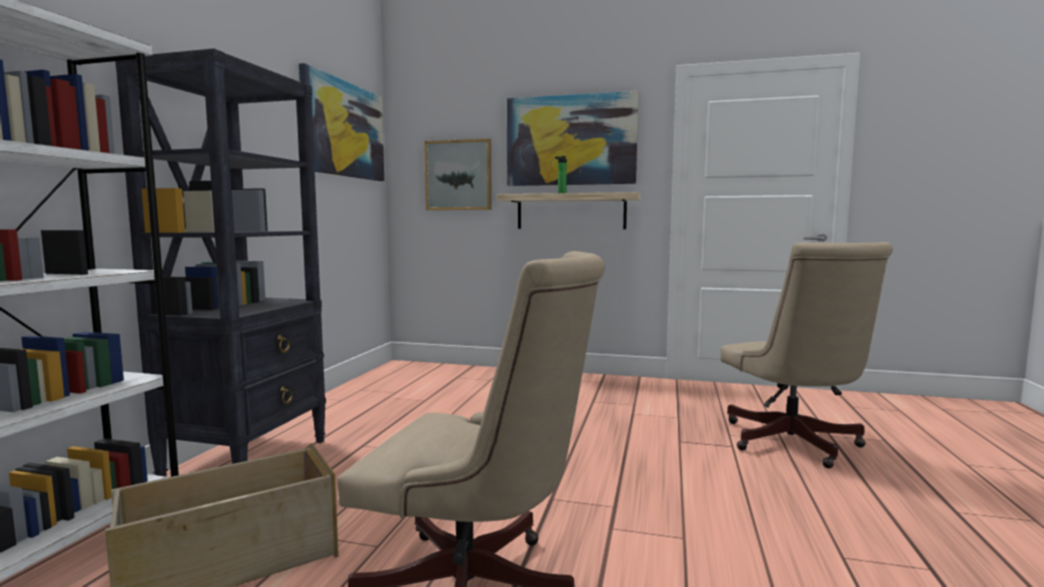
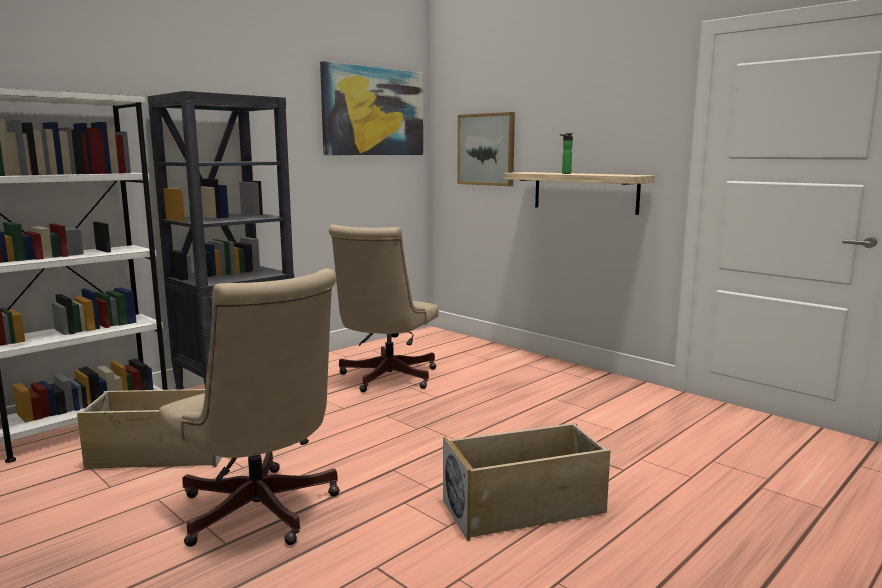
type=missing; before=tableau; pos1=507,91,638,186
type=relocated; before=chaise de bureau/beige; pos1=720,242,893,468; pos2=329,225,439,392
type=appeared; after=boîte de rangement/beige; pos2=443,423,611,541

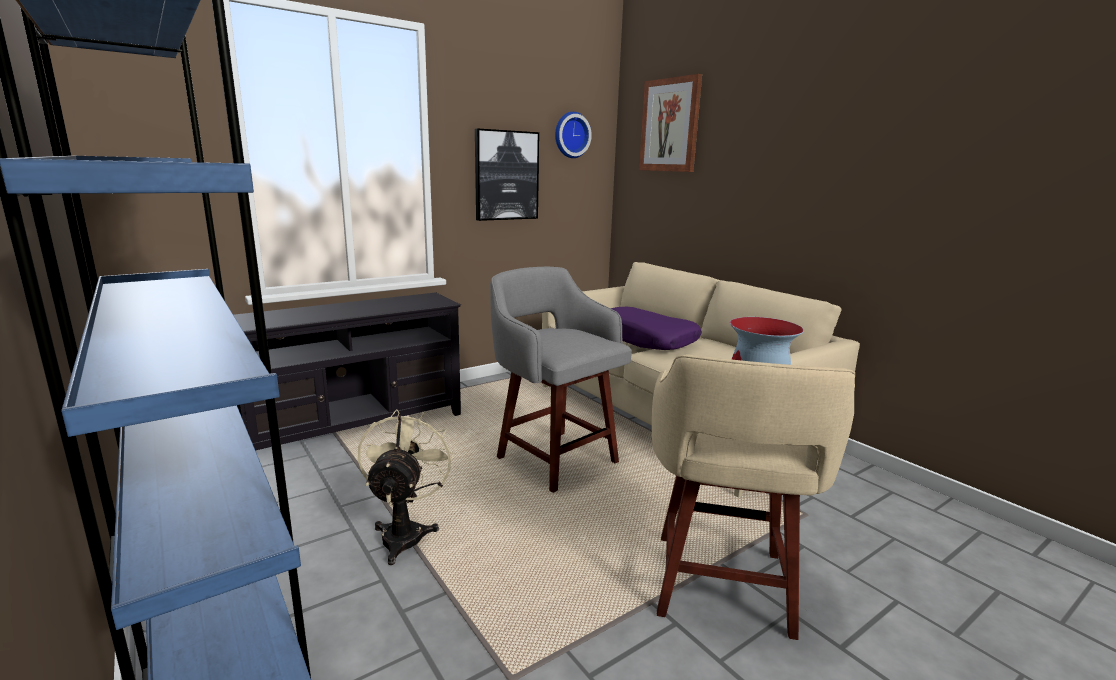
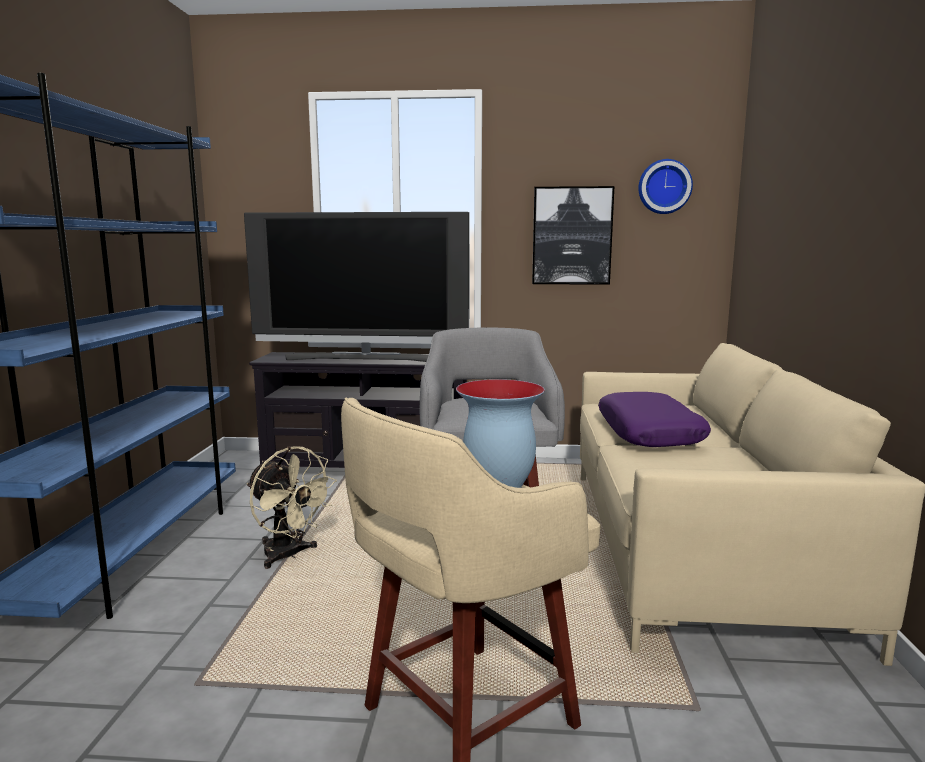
type=spun; before=ventilateur/beige; pos1=358,409,454,565; pos2=247,446,337,569; turn=90
type=missing; before=tableau; pos1=639,74,702,172
type=appeared; after=téléviseur; pos2=244,212,470,362

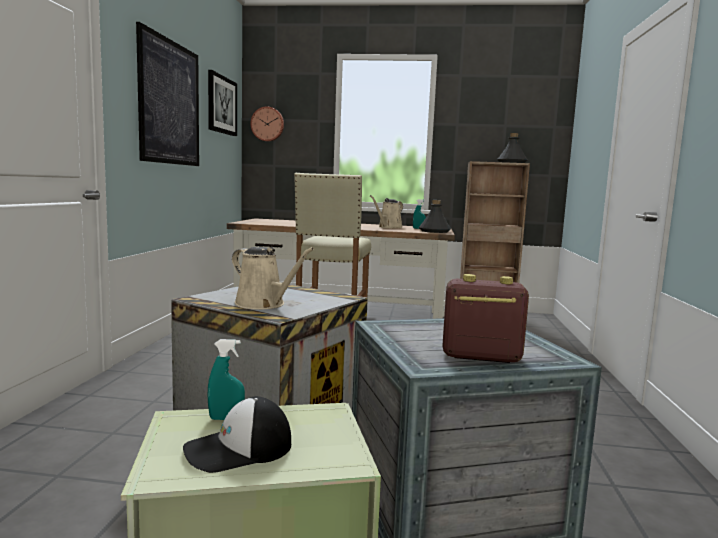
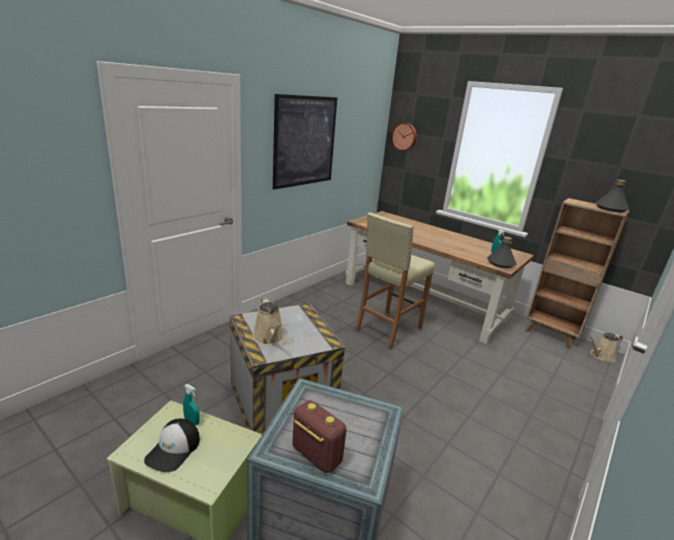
type=spun; before=casquette; pos1=183,396,291,473; pos2=144,419,200,472; turn=-75
type=missing; before=tableau; pos1=208,70,237,136
type=relocated; before=arrosoir/beige; pos1=370,195,403,228; pos2=589,333,623,362

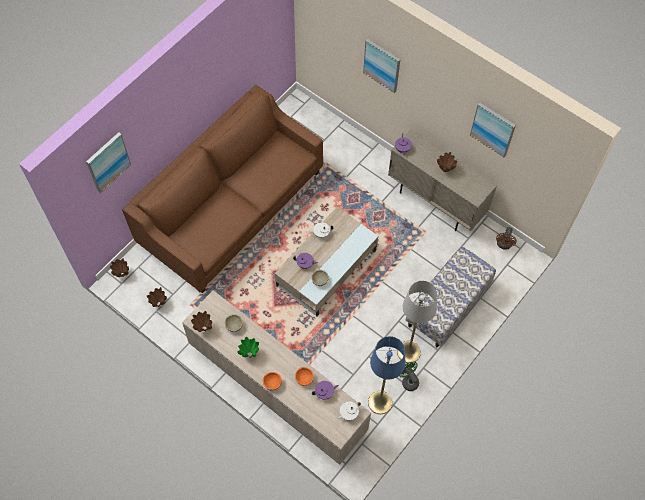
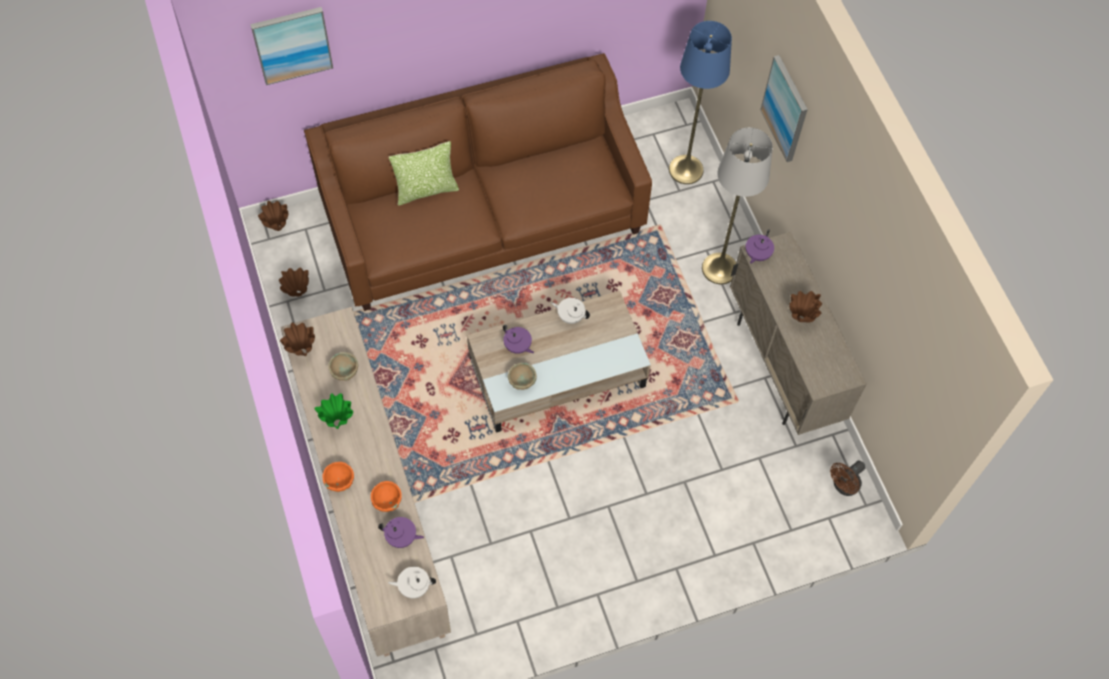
type=relocated; before=lampadaire/bleu; pos1=368,336,405,414; pos2=669,21,732,184
type=relocated; before=lampadaire/gris; pos1=397,281,437,363; pos2=702,127,773,284
type=missing; before=ventilateur/vert; pos1=399,362,419,391
type=missing; before=banc; pos1=406,246,496,347
type=missing; before=tableau; pos1=470,103,516,157
type=appeared; after=coussin; pos2=389,141,459,206

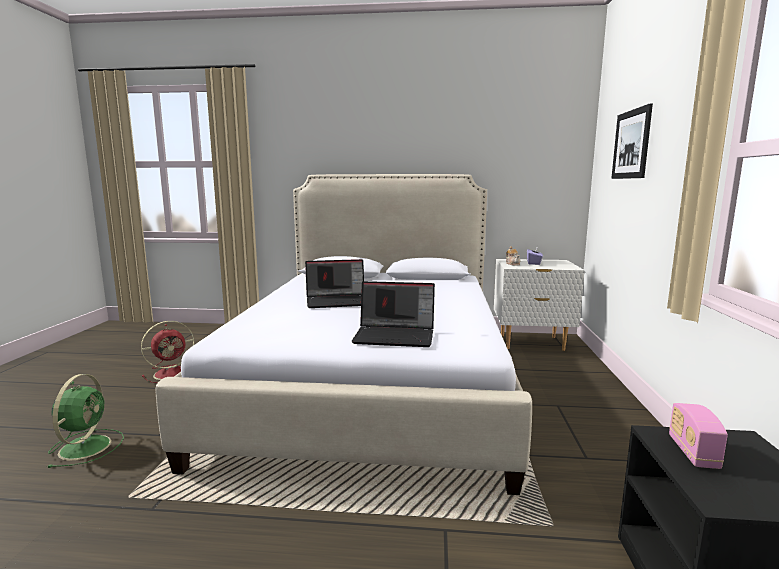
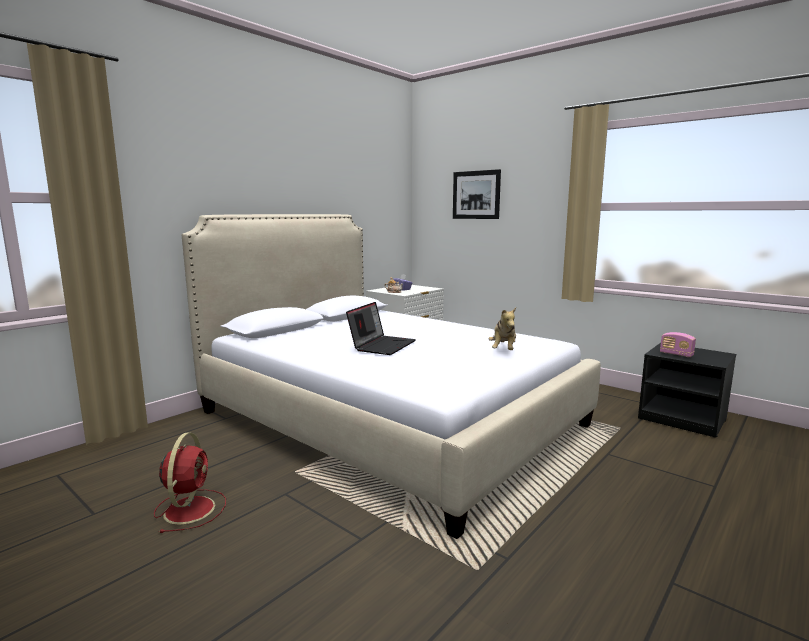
type=missing; before=ventilateur/vert; pos1=48,374,124,468
type=exchanged; before=ordinateur portable; after=peluche; pos1=351,281,435,347; pos2=489,308,516,350

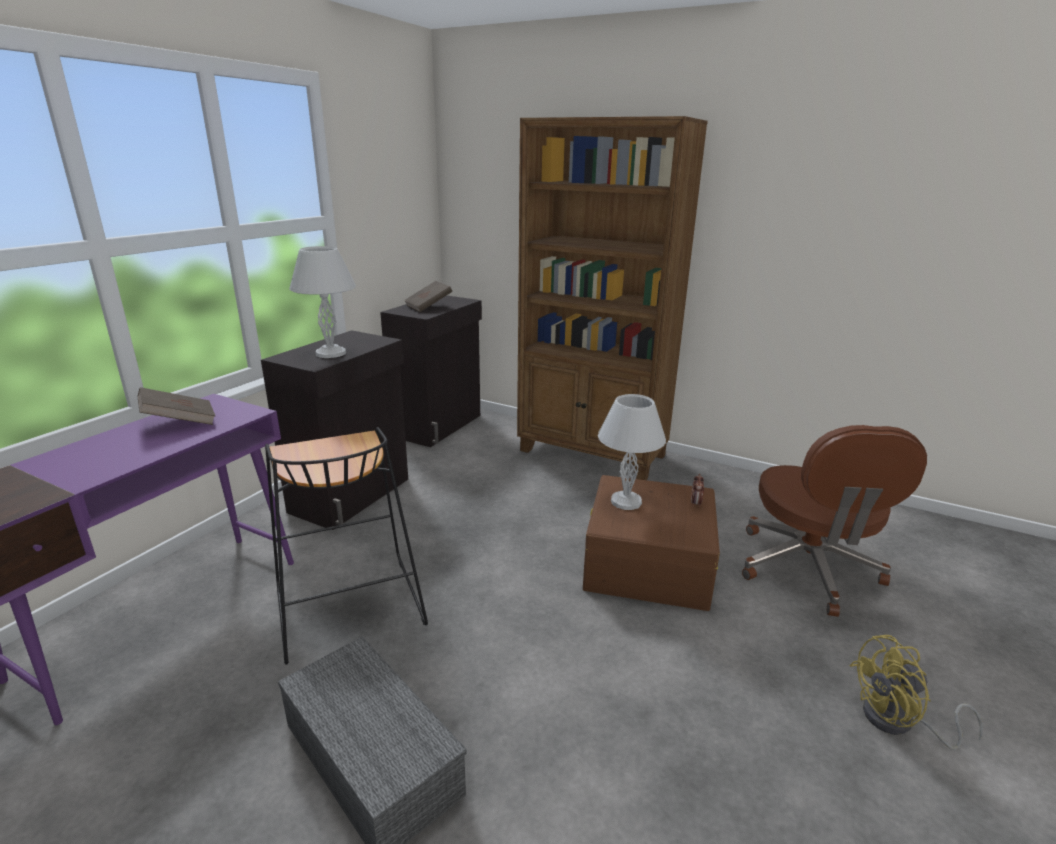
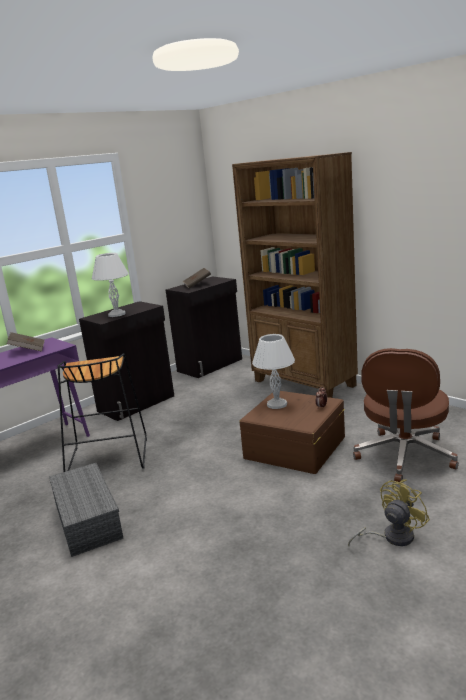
type=spun; before=ventilateur/jaune; pos1=849,635,984,750; pos2=348,479,430,546; turn=135

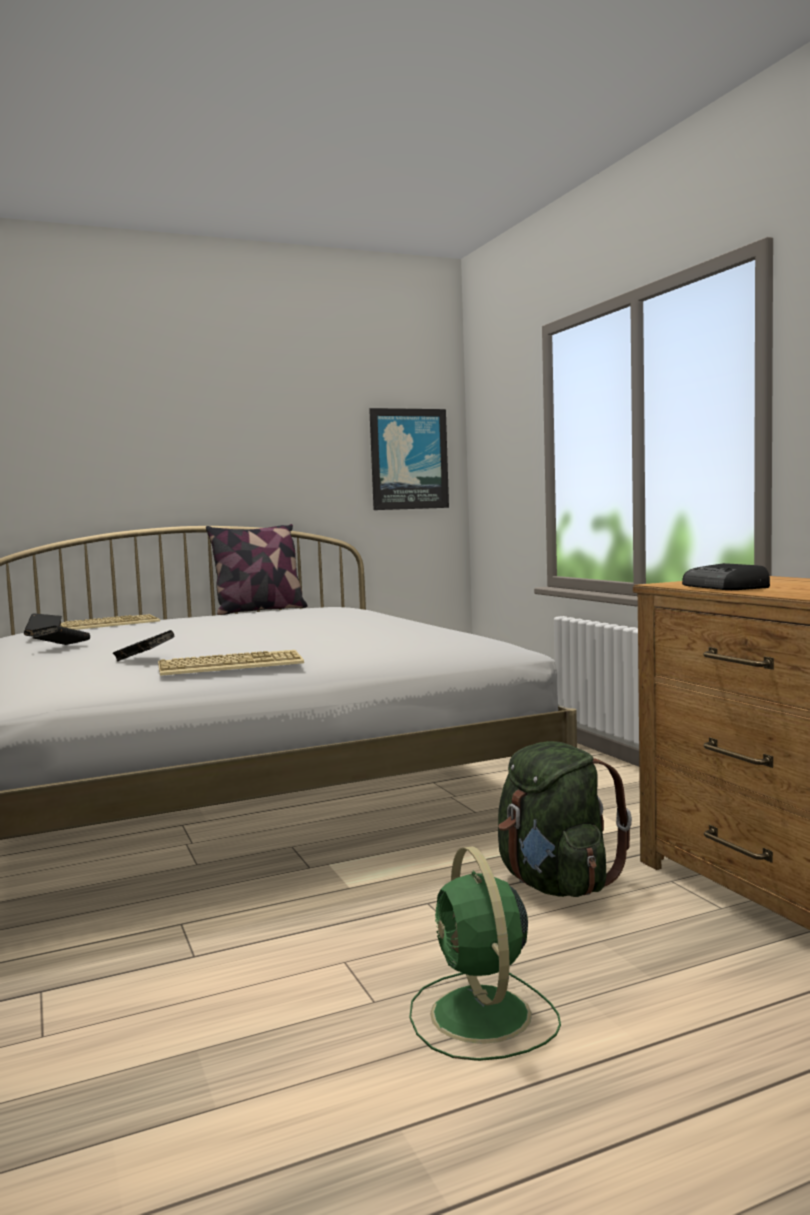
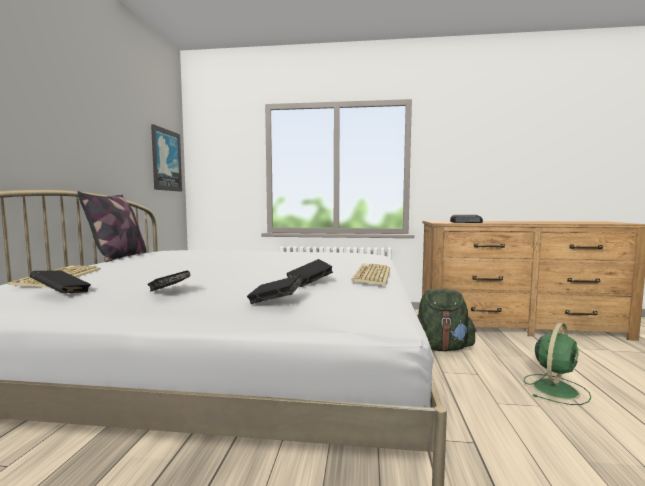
type=spun; before=ventilateur/vert; pos1=409,846,561,1061; pos2=524,323,591,405; turn=-60
type=appeared; after=livre/noir; pos2=247,275,303,304

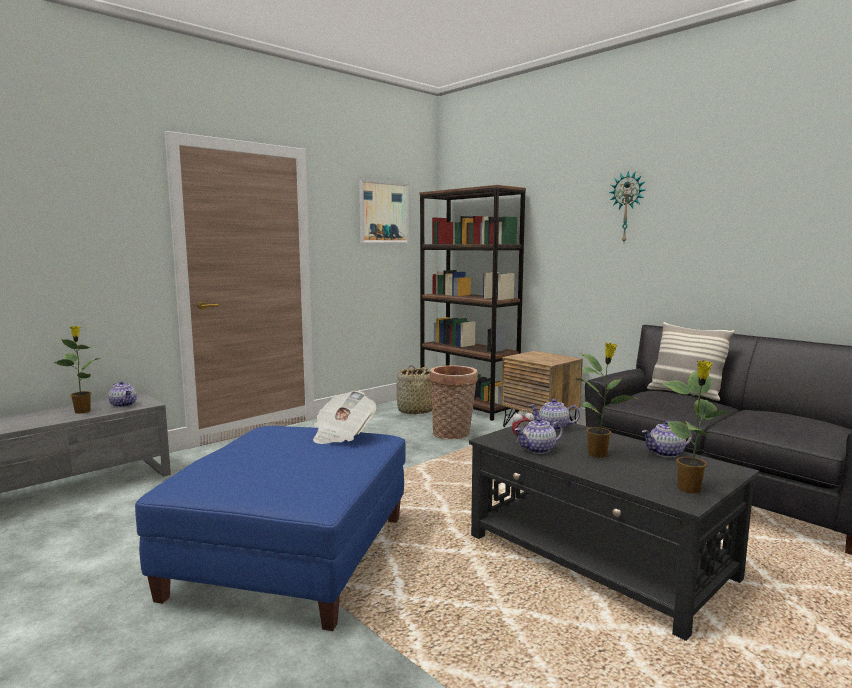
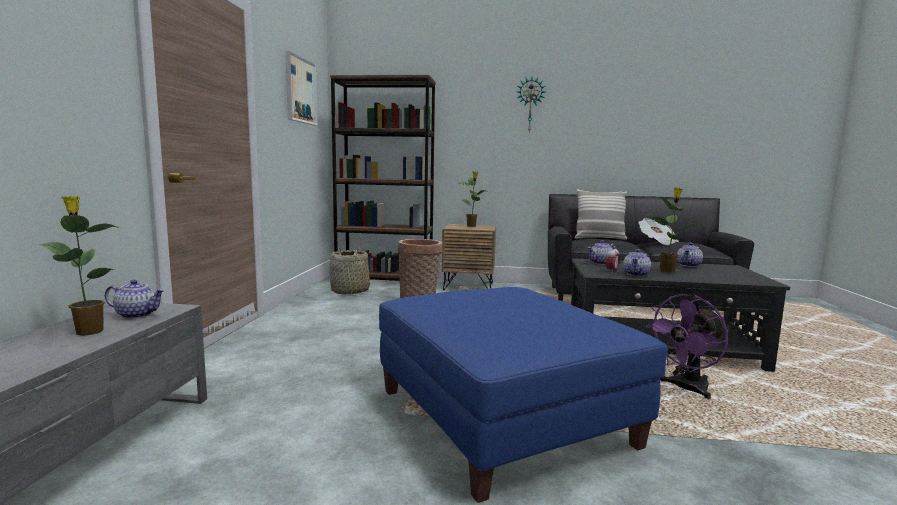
type=relocated; before=journal; pos1=313,391,376,444; pos2=638,218,679,245
type=relocated; before=plante en pot; pos1=662,360,733,494; pos2=458,171,485,227
type=appeared; after=ventilateur/violet; pos2=645,294,728,399

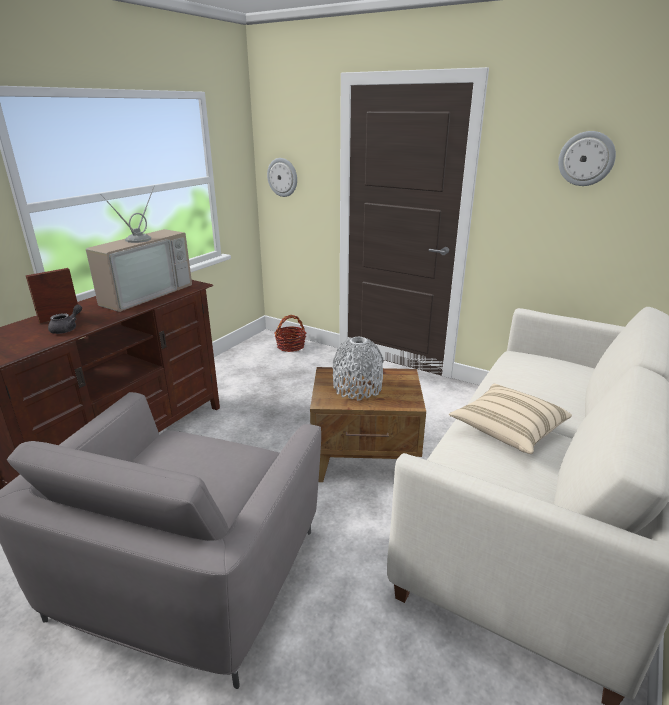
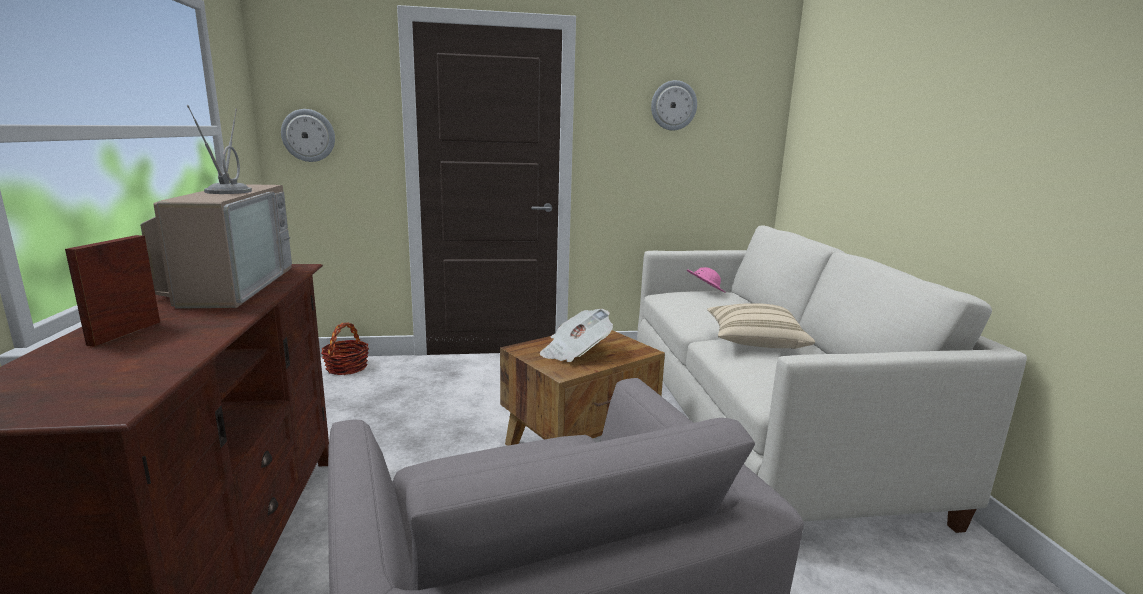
type=missing; before=théière/gris; pos1=48,304,82,334
type=exchanged; before=vase/gris; after=journal; pos1=333,337,383,401; pos2=540,309,613,362
type=appeared; after=chapeau/rose; pos2=687,267,726,293

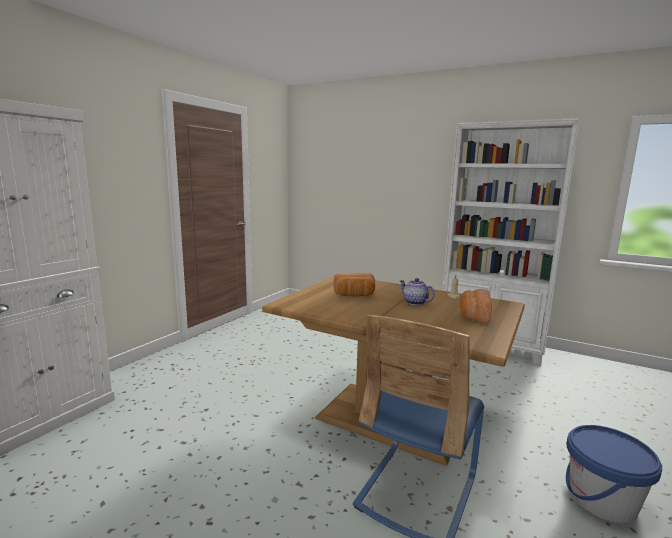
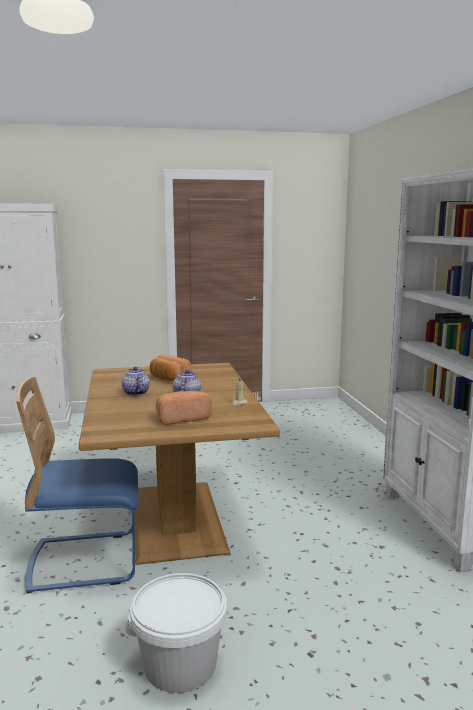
type=colour; before=seau/bleu; after=seau/blanc; pos1=566,425,662,523; pos2=125,573,227,693
type=appeared; after=théière; pos2=122,367,150,396

